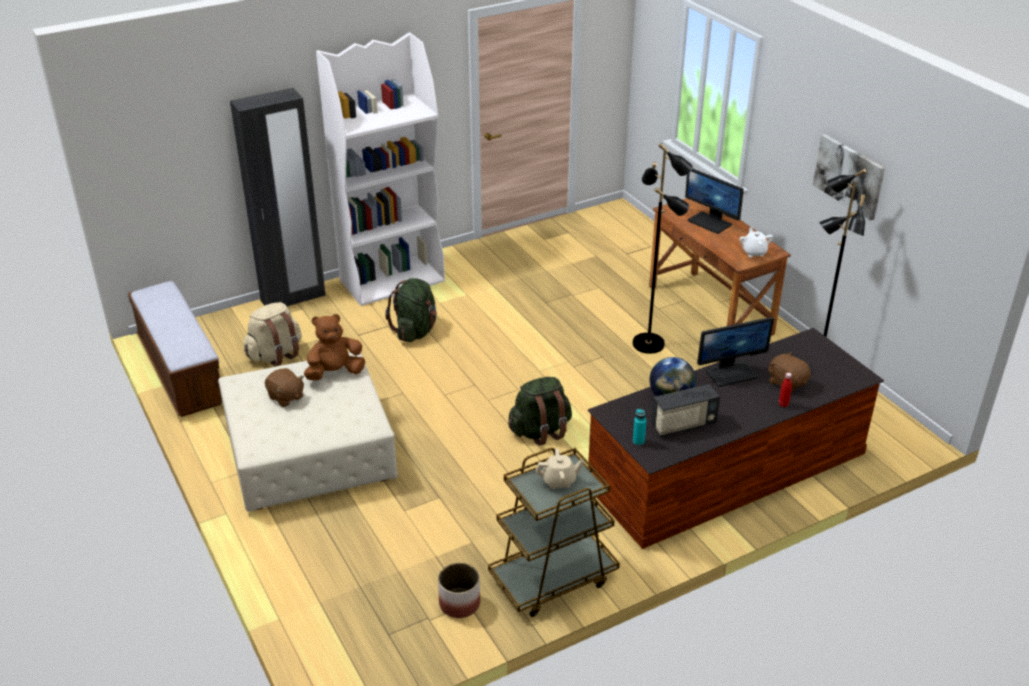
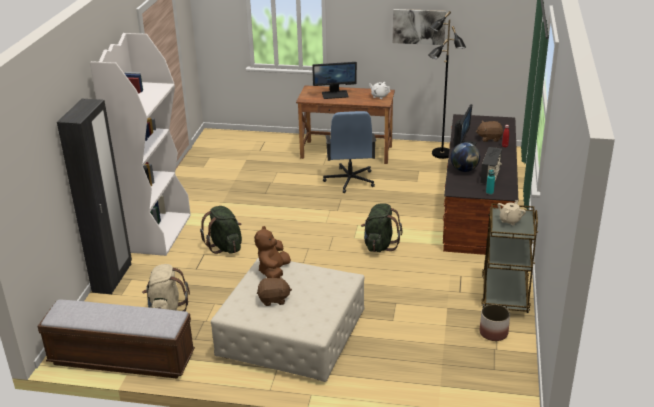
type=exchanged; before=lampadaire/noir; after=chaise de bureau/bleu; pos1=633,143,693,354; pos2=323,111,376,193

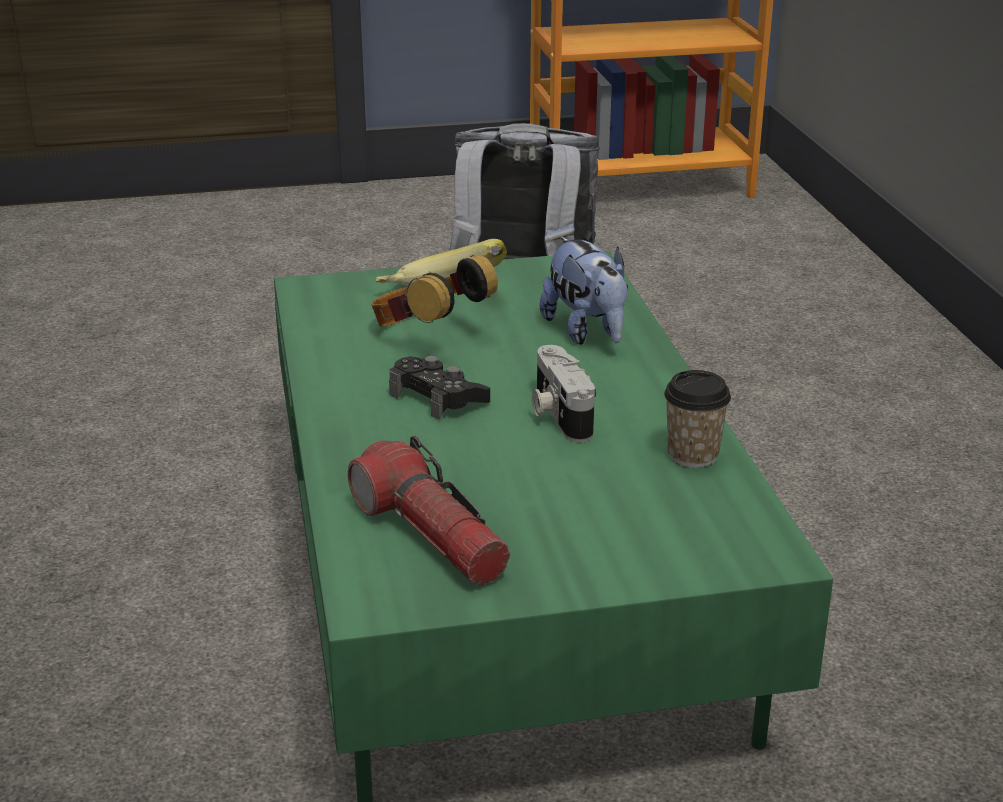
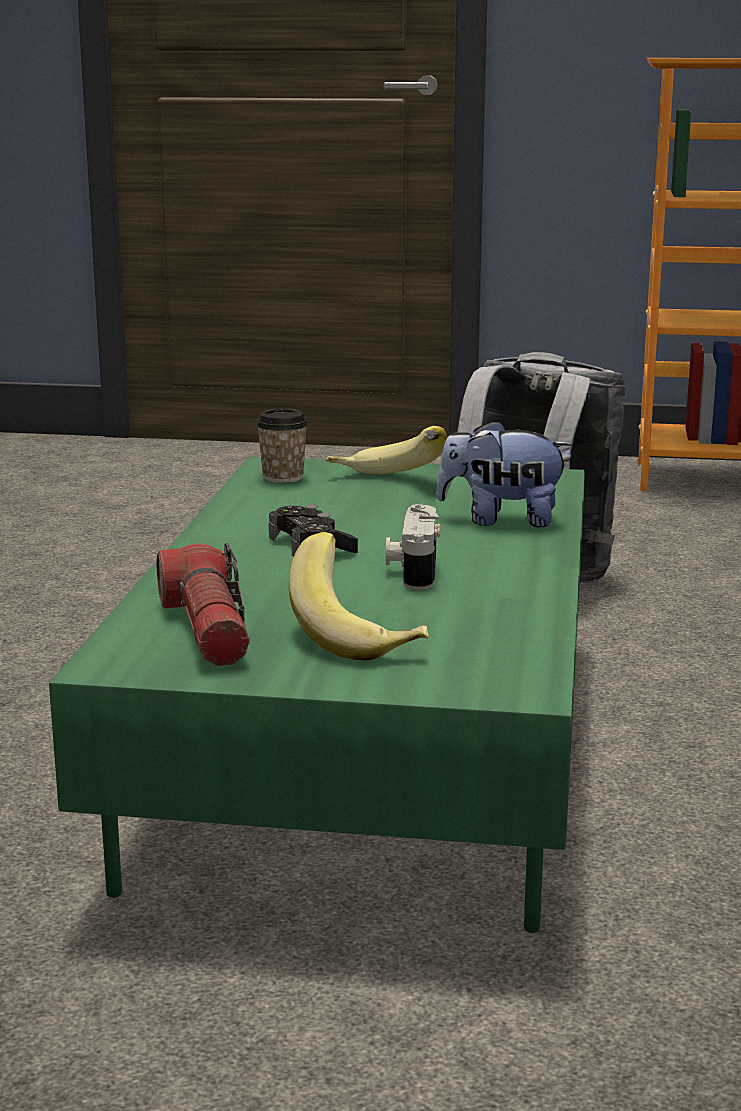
type=missing; before=casque audio; pos1=372,255,498,327
type=spun; before=peluche; pos1=540,236,628,345; pos2=436,420,572,527; turn=105
type=relocated; before=tasse; pos1=664,370,731,468; pos2=256,408,308,483
type=appeared; after=banane; pos2=289,532,429,660

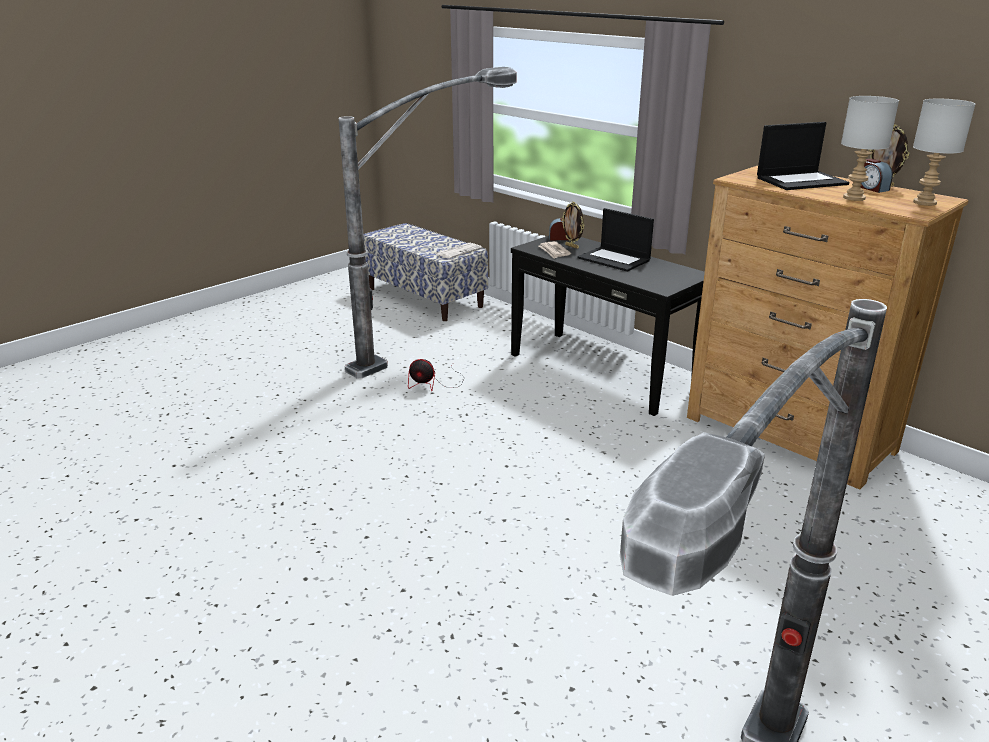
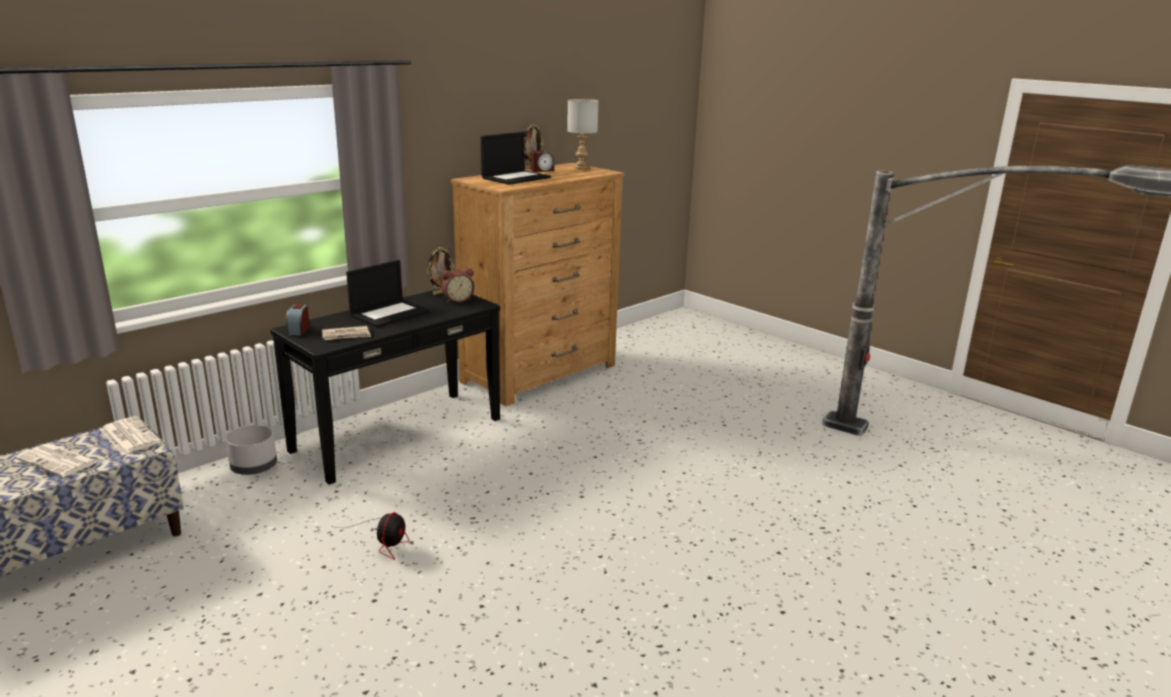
type=missing; before=lampadaire; pos1=339,67,517,378
type=relocated; before=cadre photo; pos1=561,202,584,249; pos2=427,247,454,295
type=spun; before=ordinateur portable; pos1=757,122,849,190; pos2=481,132,551,185; turn=60
type=missing; before=lampe de table/gris; pos1=841,96,899,201
type=appeared; after=journal; pos2=15,443,99,477
type=appeared; after=cache-pot/gris; pos2=226,425,277,475
type=appeared; after=réveil; pos2=442,268,474,303

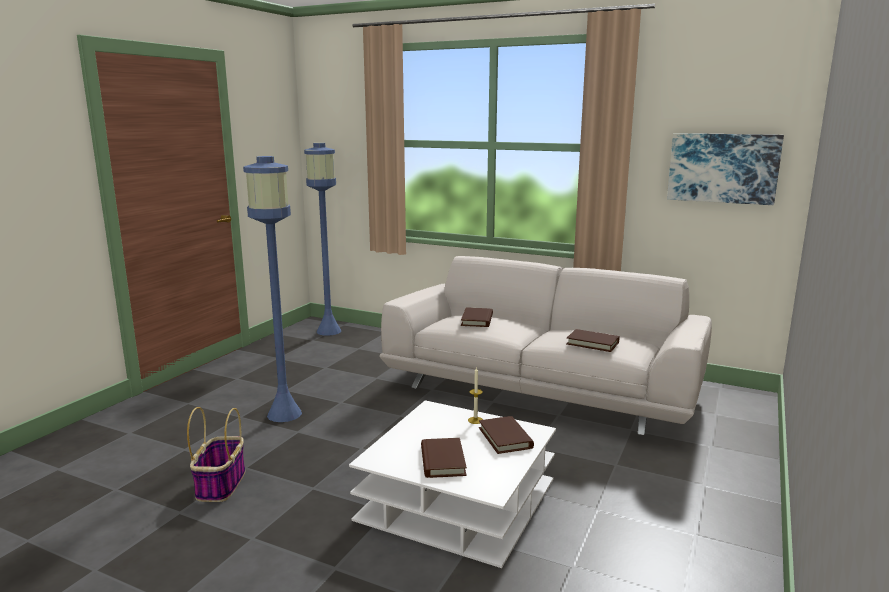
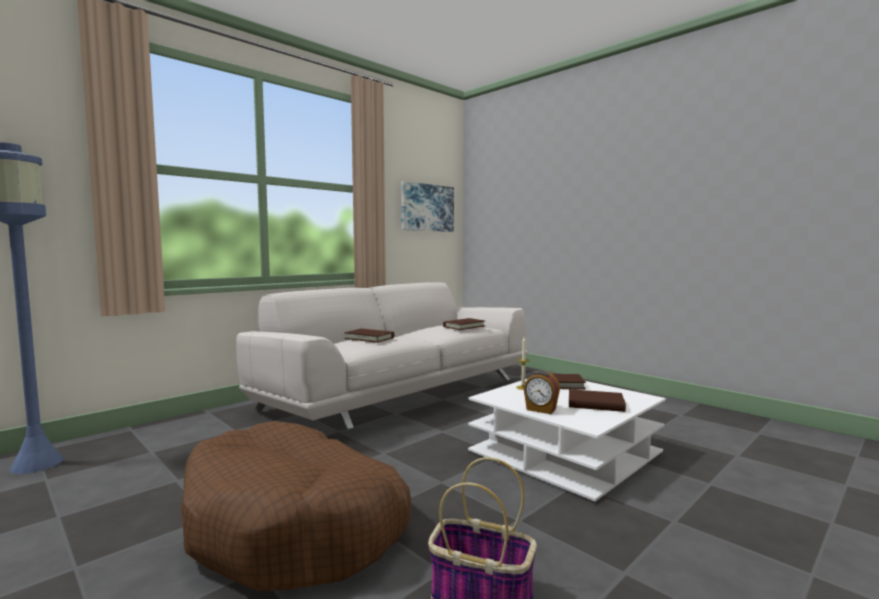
type=exchanged; before=lampadaire/bleu; after=panier pour chien/marron; pos1=243,156,302,422; pos2=181,421,411,591
type=appeared; after=réveil; pos2=523,371,560,414

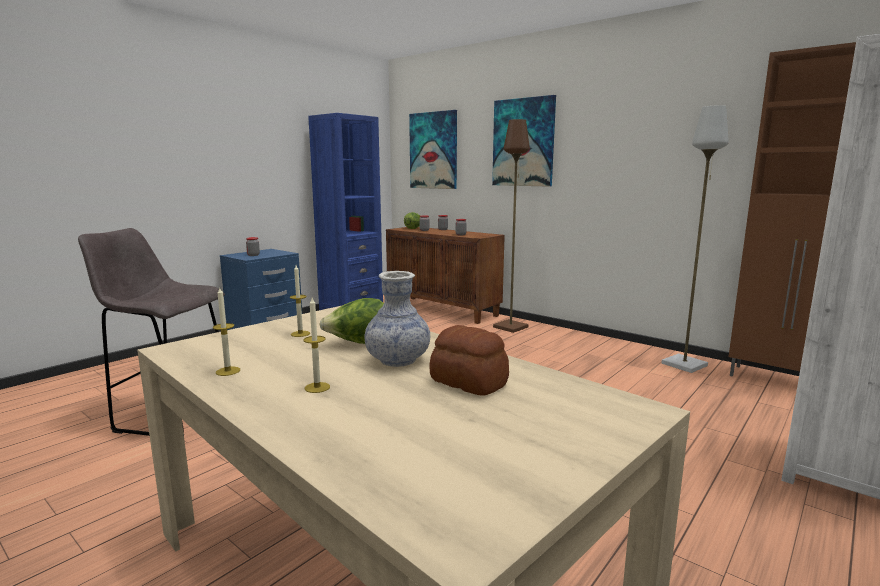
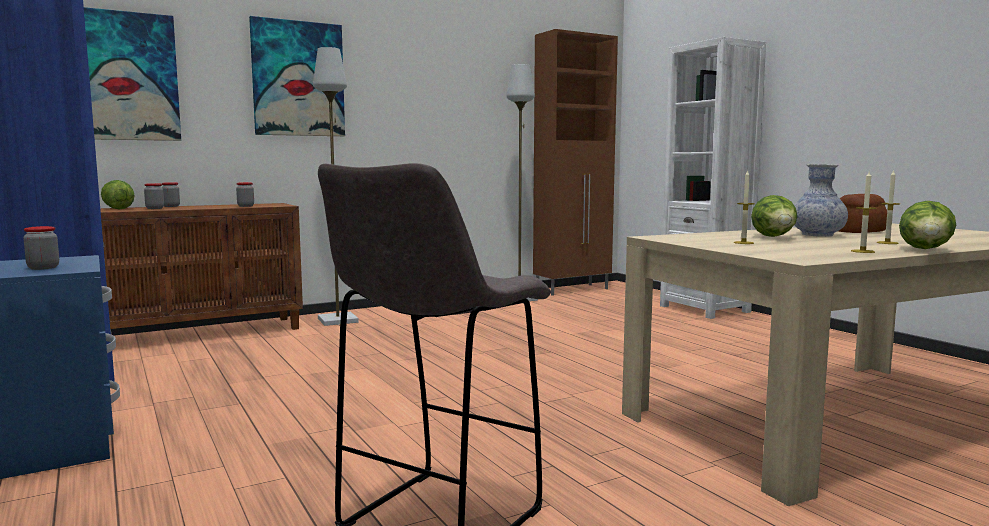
type=colour; before=lampadaire/marron; after=lampadaire/gris; pos1=493,119,530,333; pos2=313,47,359,326
type=appeared; after=laitue; pos2=899,201,956,249

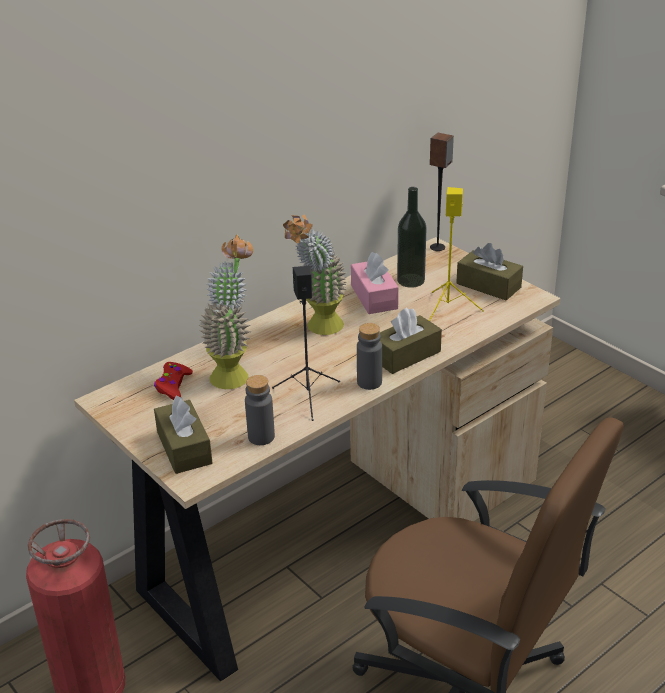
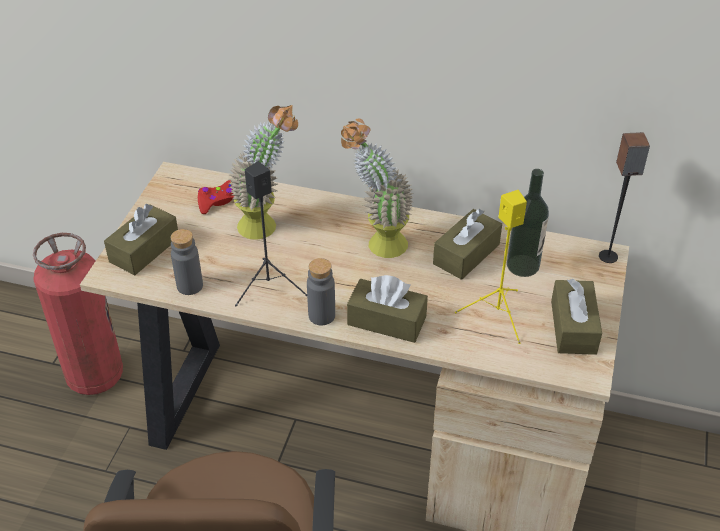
type=colour; before=boîte à mouchoirs/rose; after=boîte à mouchoirs/marron; pos1=351,252,399,314; pos2=433,209,502,280

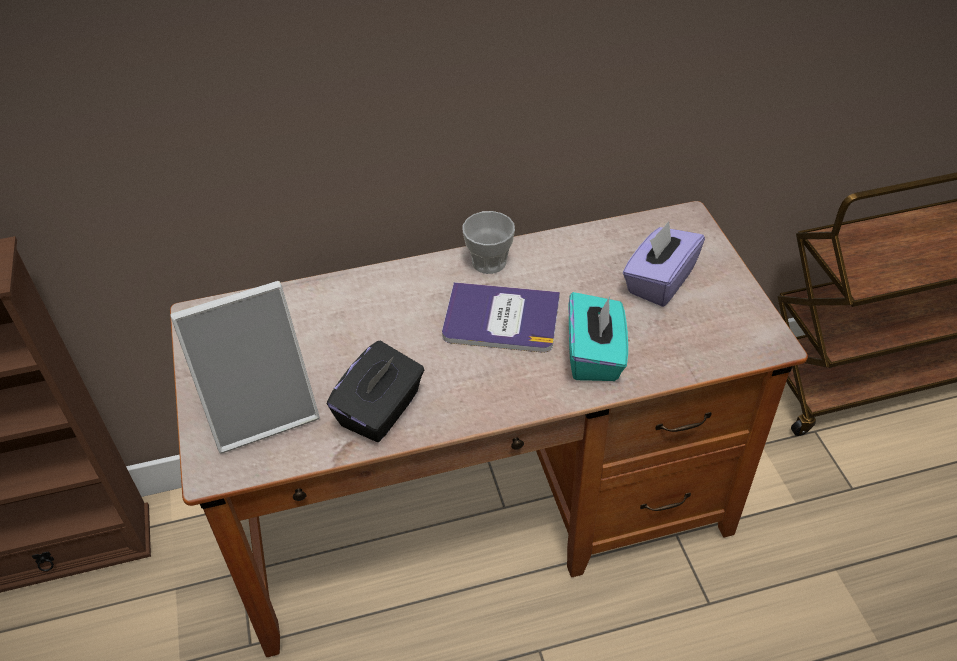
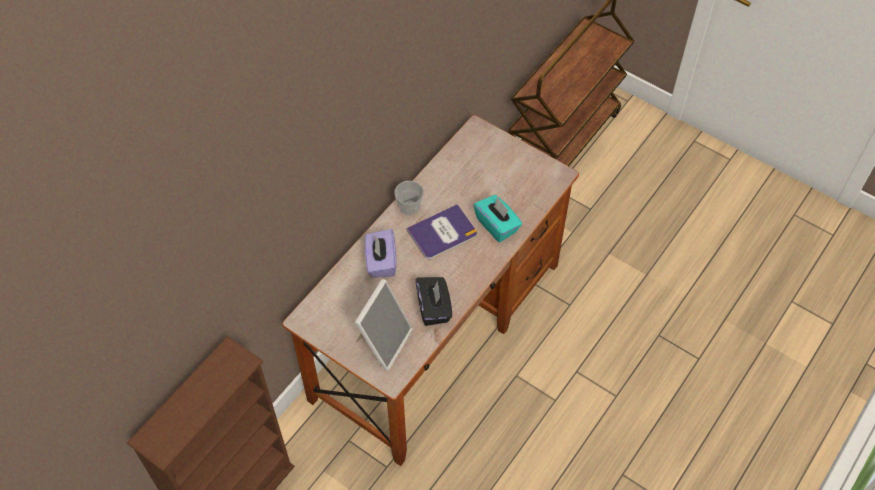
type=relocated; before=boîte à mouchoirs/violet; pos1=623,221,705,307; pos2=365,229,396,278

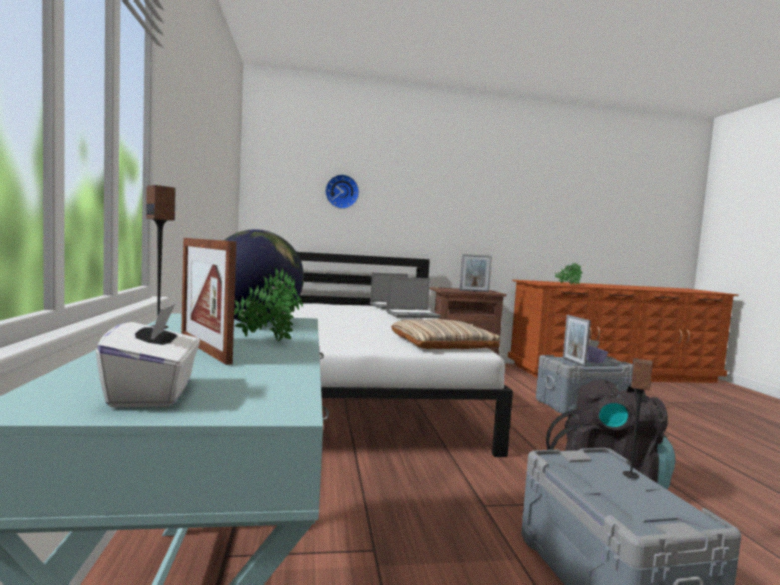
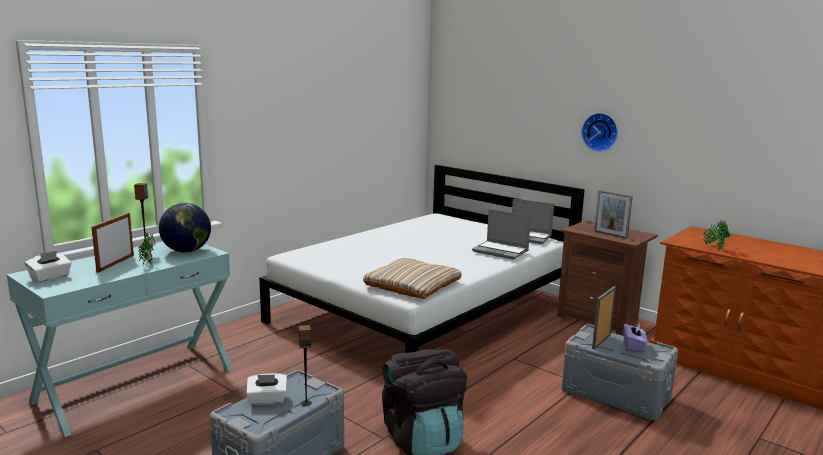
type=relocated; before=horloge murale; pos1=325,174,359,209; pos2=581,113,618,152
type=appeared; after=boîte à mouchoirs/blanc; pos2=246,373,287,405

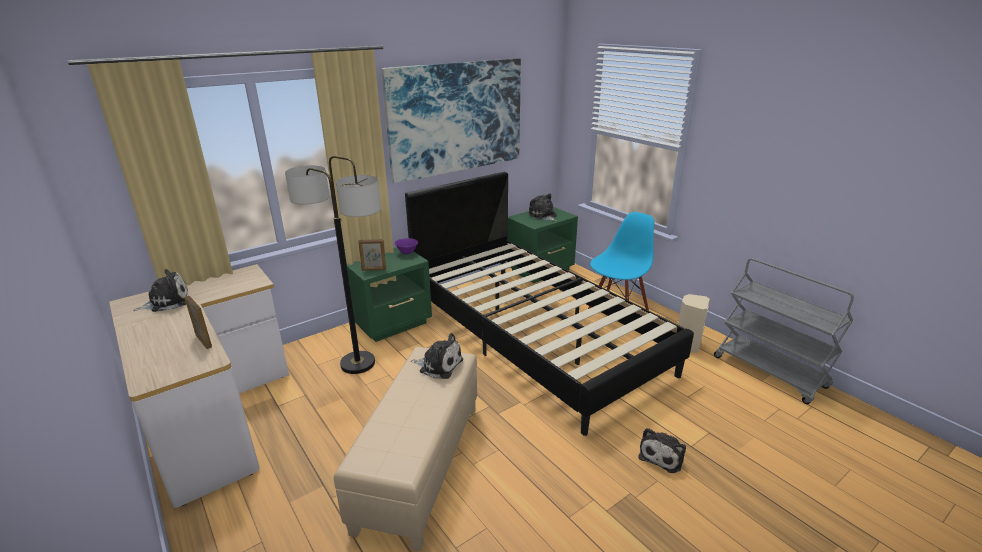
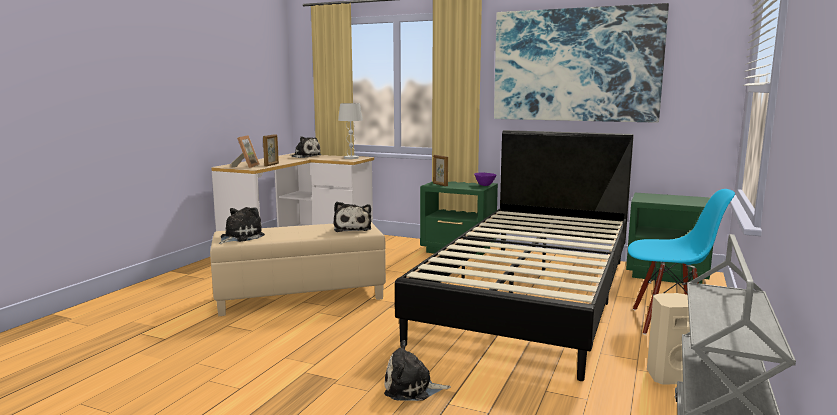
type=missing; before=lampadaire; pos1=285,156,381,374
type=relocated; before=peluche; pos1=528,193,557,221; pos2=219,207,265,244
type=appeared; after=cadre photo; pos2=231,135,260,168
type=appeared; after=lampe de table/blanc; pos2=338,103,363,159

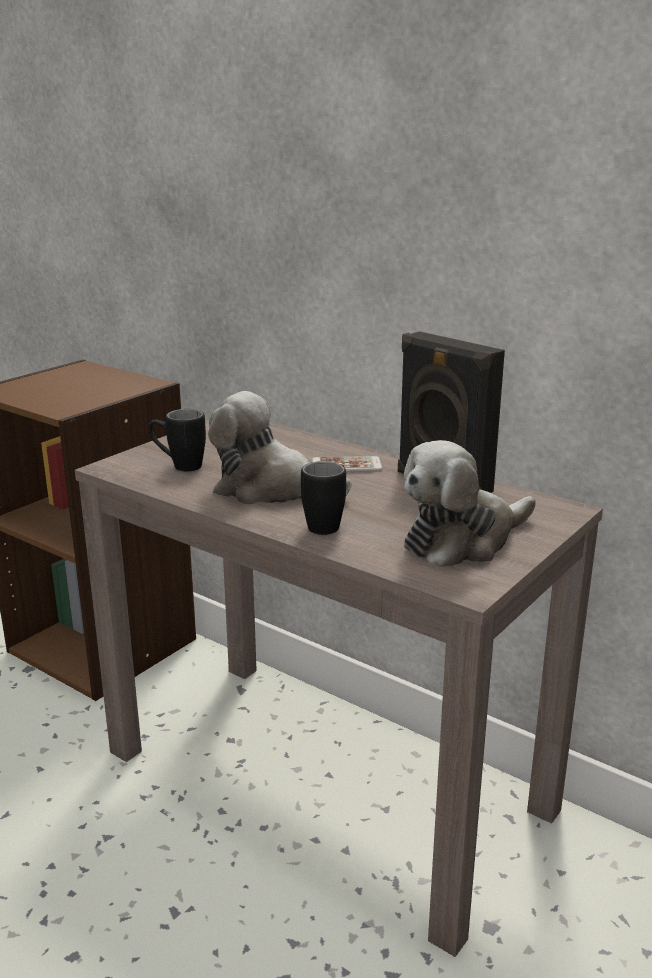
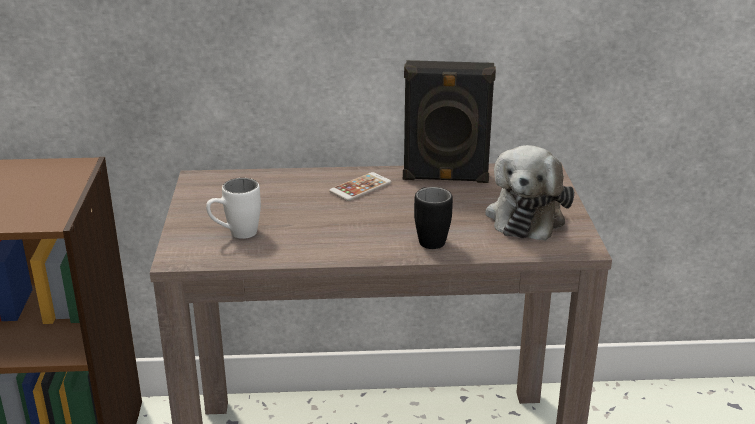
type=colour; before=mug/noir; after=mug/blanc; pos1=148,409,206,471; pos2=206,178,261,239
type=missing; before=peluche; pos1=208,391,351,504

